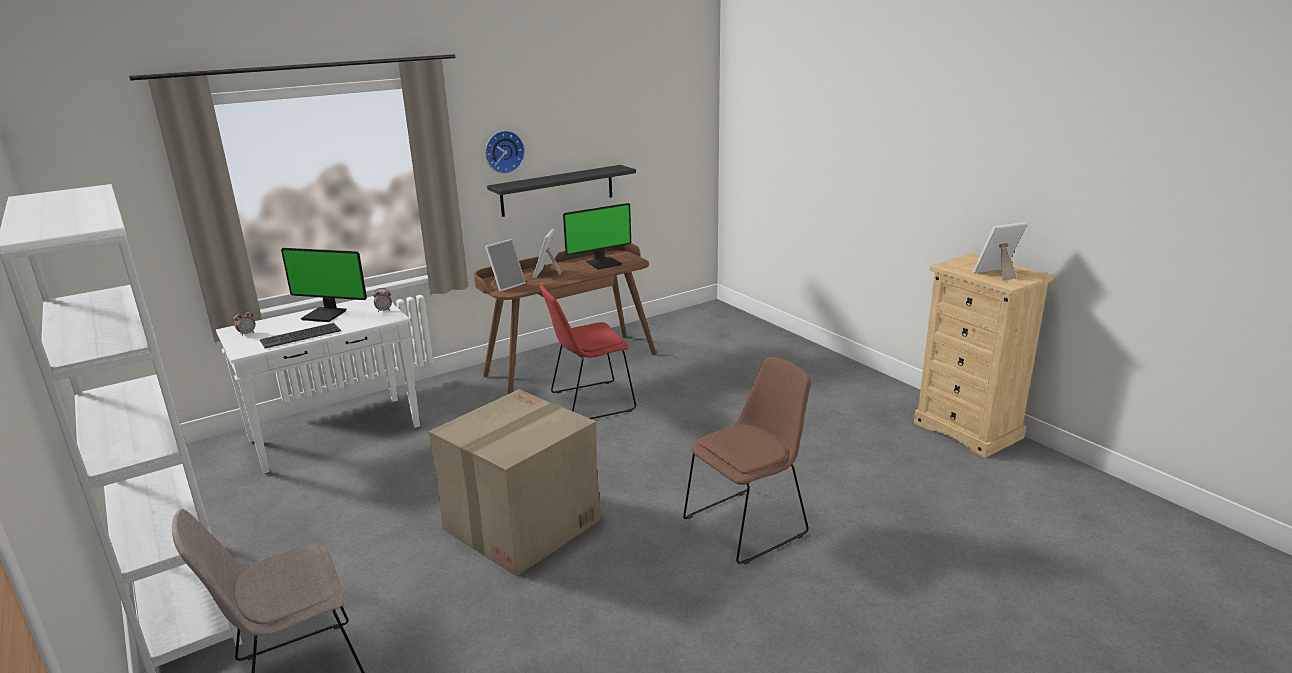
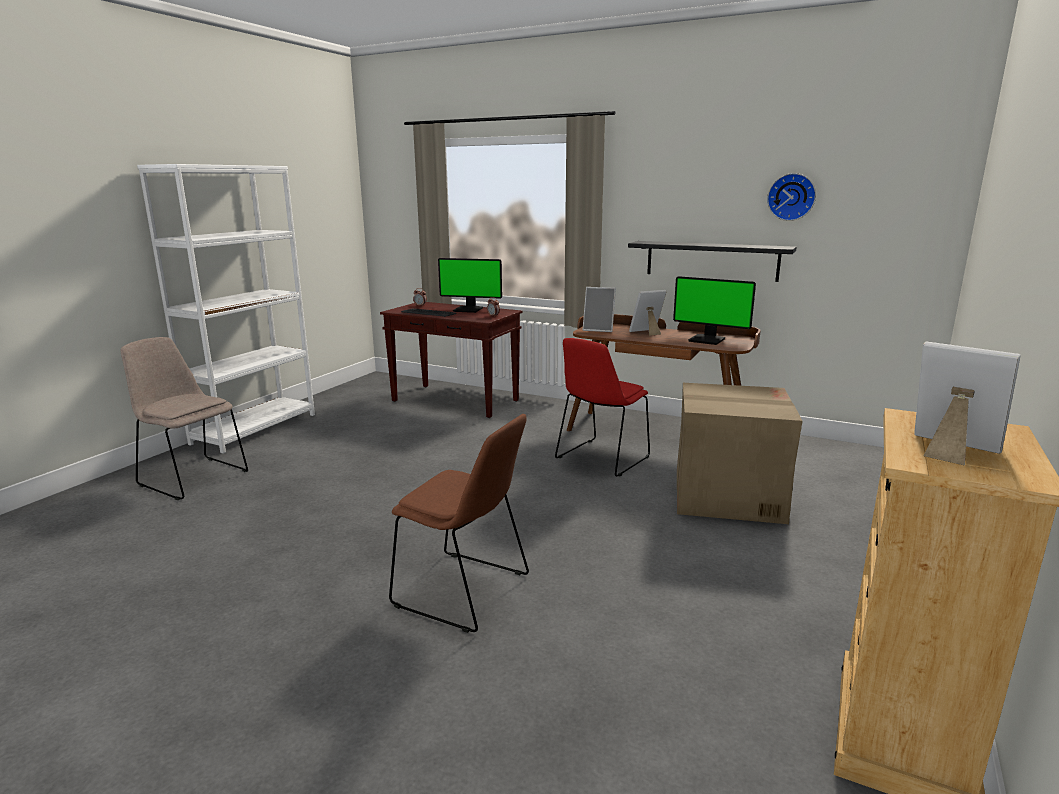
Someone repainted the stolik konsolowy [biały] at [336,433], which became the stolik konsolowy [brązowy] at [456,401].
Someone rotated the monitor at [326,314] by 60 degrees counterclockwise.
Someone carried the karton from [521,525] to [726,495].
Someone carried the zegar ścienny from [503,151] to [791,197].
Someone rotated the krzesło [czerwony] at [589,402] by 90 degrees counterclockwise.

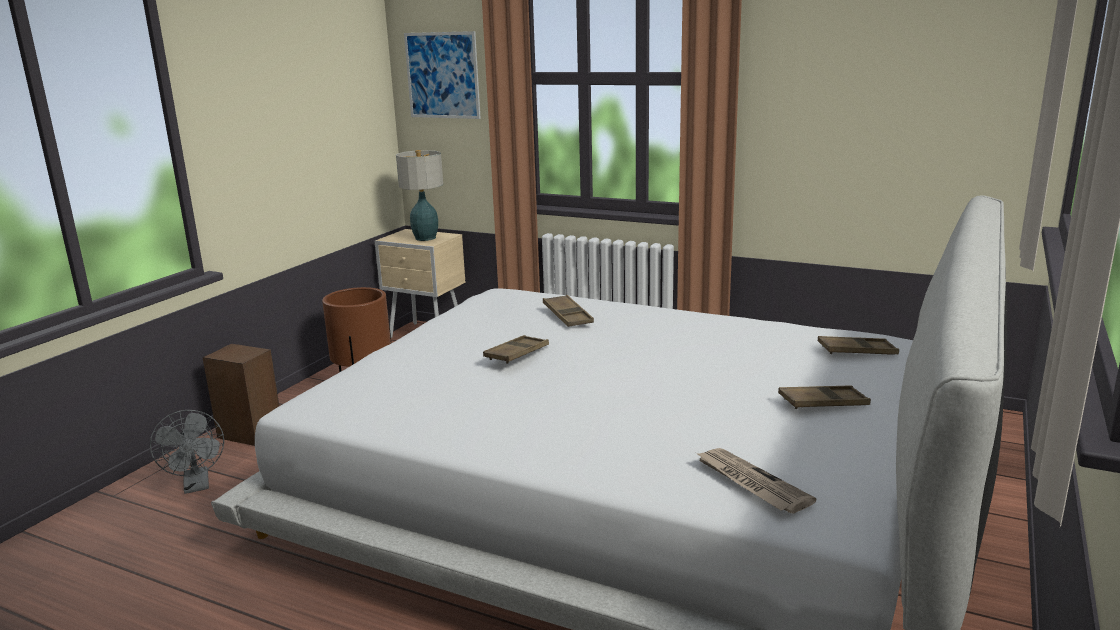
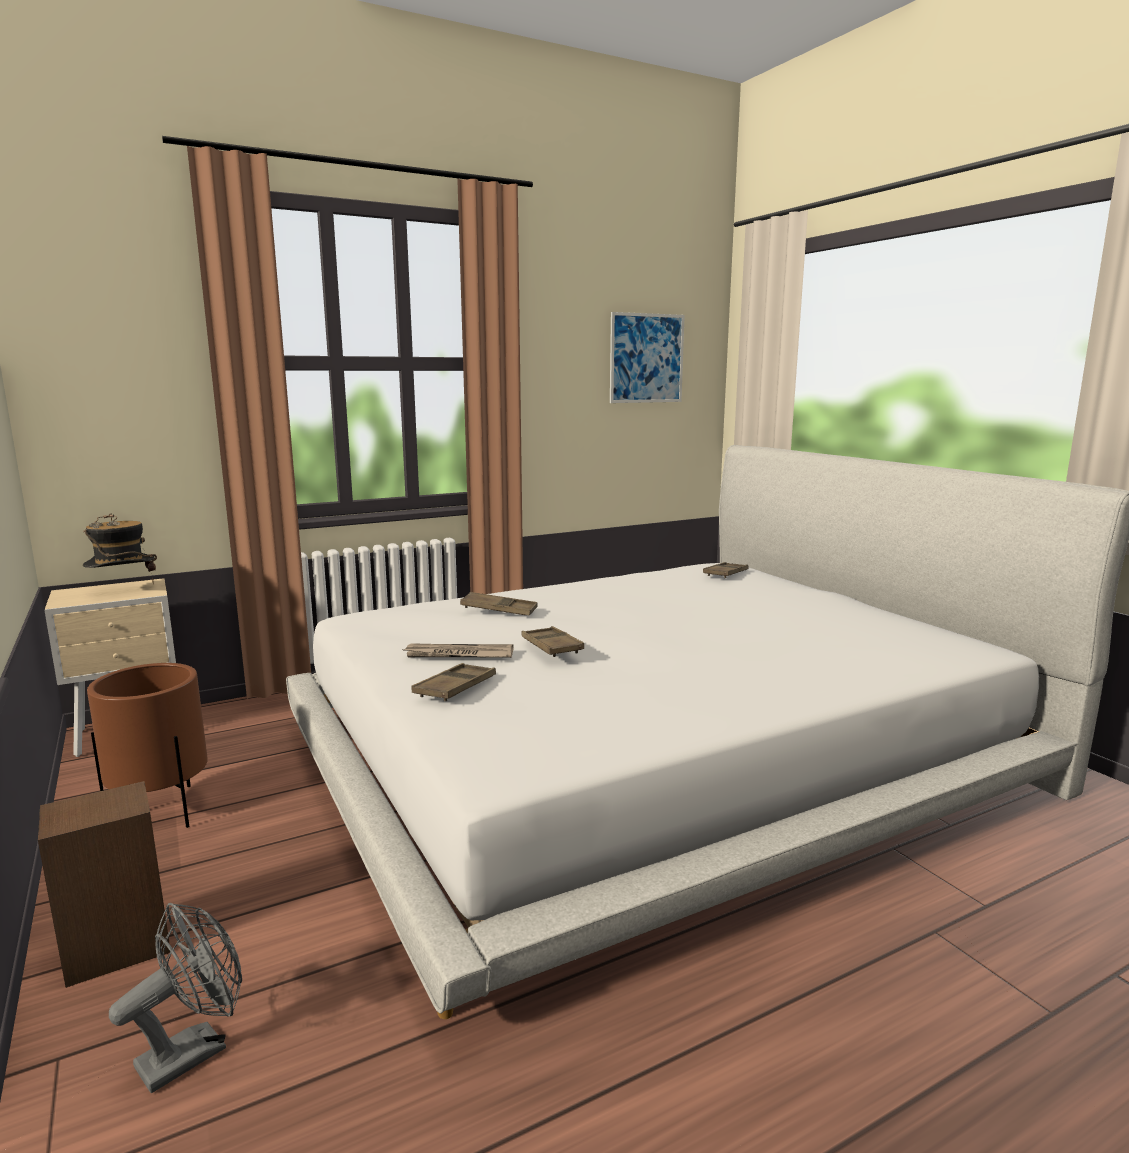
Someone rotated the wentylator [szary] at [197,486] by 60 degrees counterclockwise.
Someone swapped the lampa stołowa at [425,238] for the kapelusz at [124,591].
Someone carried the obraz from [442,75] to [646,358].
Someone carried the gazeta from [750,483] to [458,655].
Someone carried the taca [brązowy] from [823,403] to [455,688].

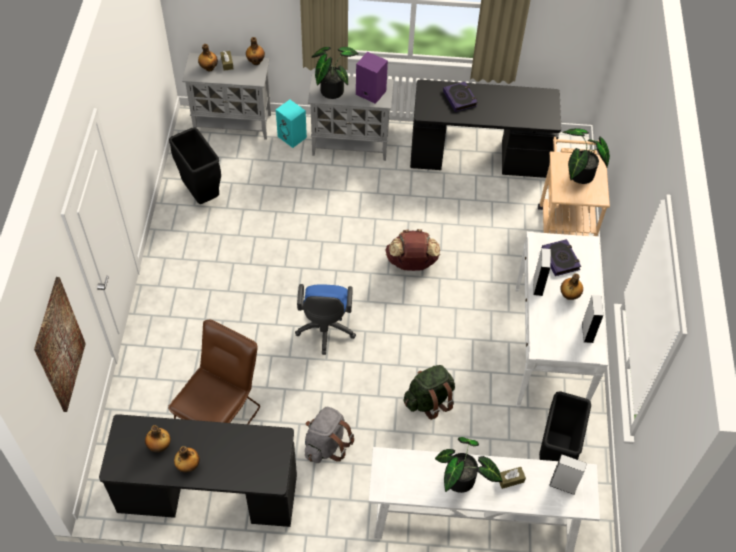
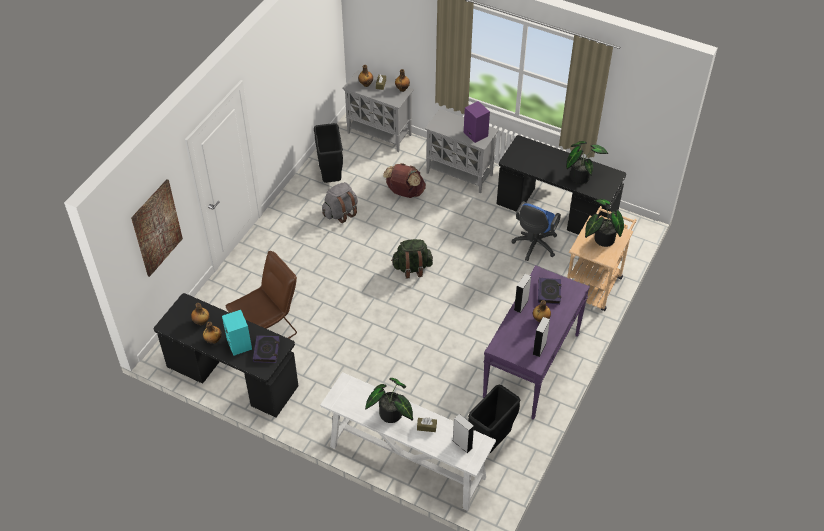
Someone carried the głośnik [turkusowy] from [293,137] to [240,344].
Someone carried the krzesło biurowe [niebieski] from [325,331] to [534,246].
Someone carried the plecak [szary] from [326,444] to [340,213].
Someone carried the roślina doniczkowa from [331,89] to [580,175].
Someone carried the plecak [brązowy] from [411,263] to [405,192].
Someone carried the plecak [zielony] from [429,400] to [412,268].
Someone carried the książka from [460,98] to [266,350].
Someone repainted the stolik konsolowy [biały] at [549,349], which became the stolik konsolowy [fioletowy] at [531,366].

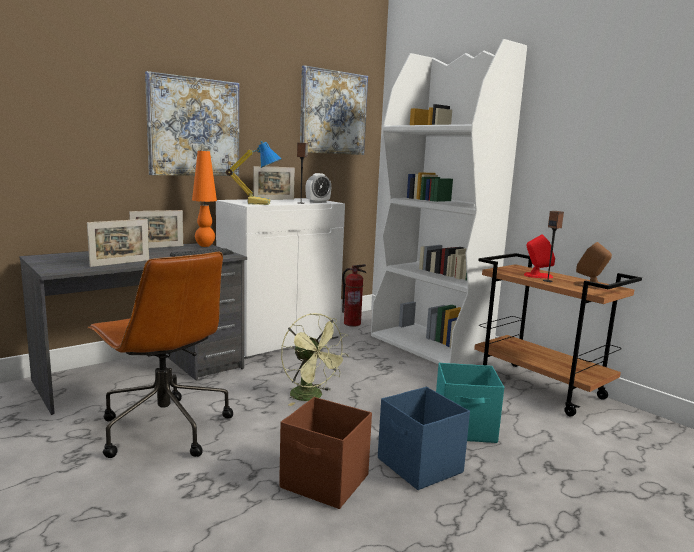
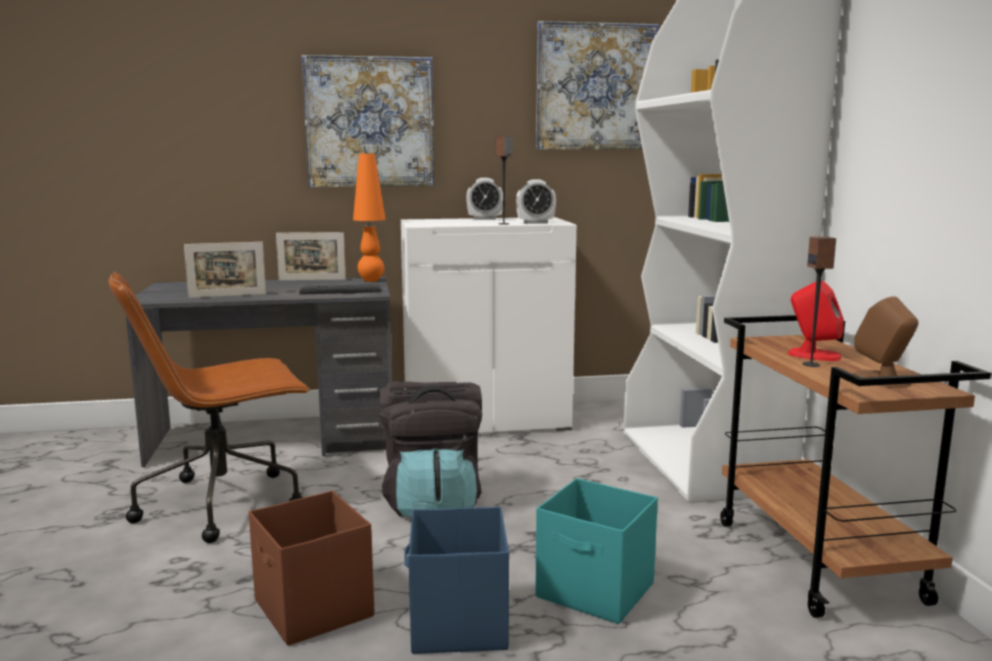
Someone rotated the krzesło biurowe [brązowy] at [163,428] by 75 degrees clockwise.
Someone took away the lampa stołowa at [258,203].
Someone swapped the ramka na zdjęcie at [274,199] for the budzik at [484,219].
Someone swapped the wentylator [zielony] at [312,397] for the plecak [czarny] at [433,502].
Someone took away the gaśnica at [352,323].

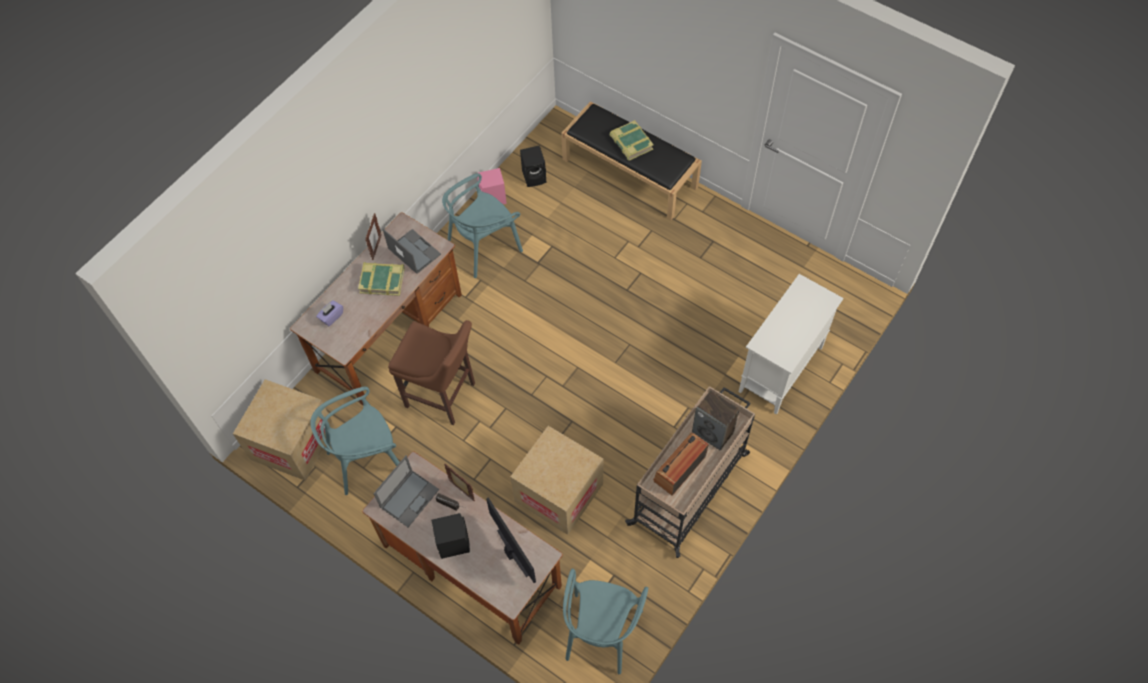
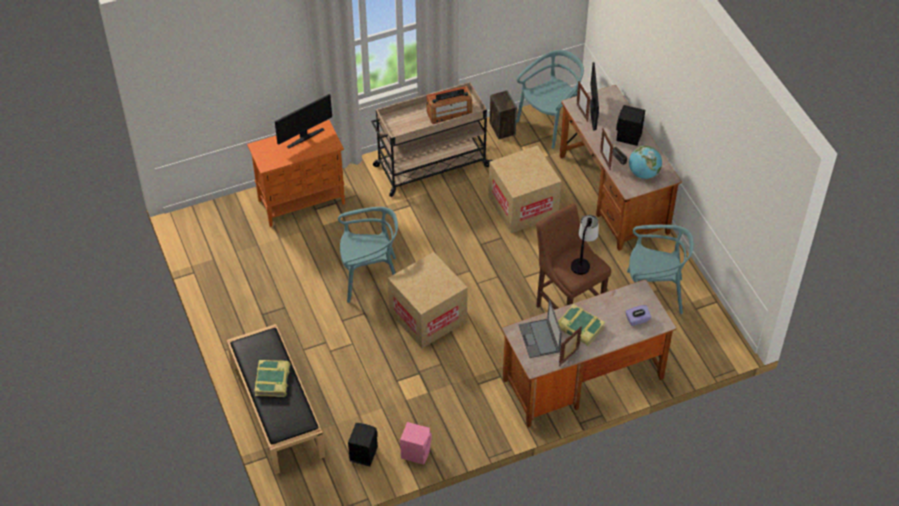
Someone carried the karton from [292,443] to [428,317].
Someone swapped the laptop at [409,497] for the globus at [643,173].
Someone carried the krzesło [turkusowy] from [484,247] to [370,278].
Someone carried the głośnik from [713,432] to [502,129].
Someone repainted the szafka [biały] at [780,370], which became the szafka [pomarańczowy] at [302,201].
Someone put down the monitor at [304,137].
Someone put down the lampa stołowa at [582,260].
Someone put down the ramka na zdjęcie at [582,113].

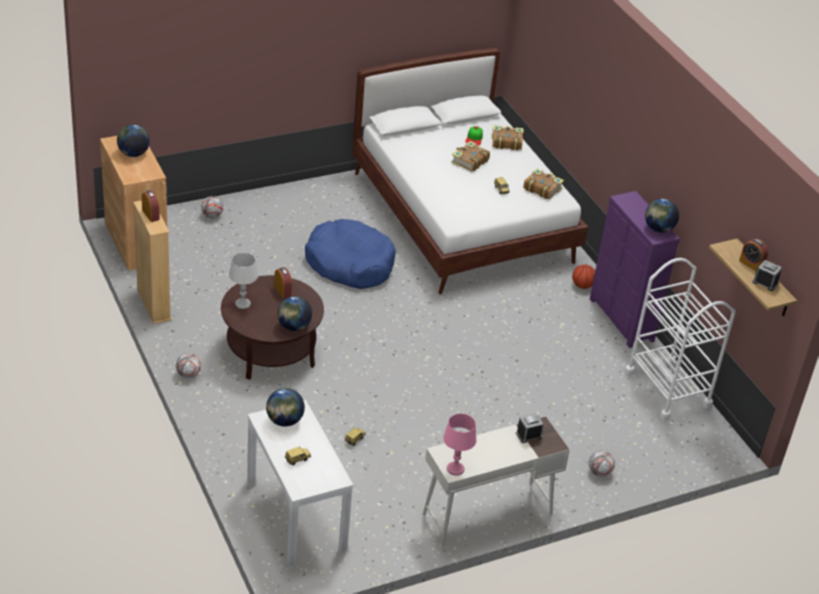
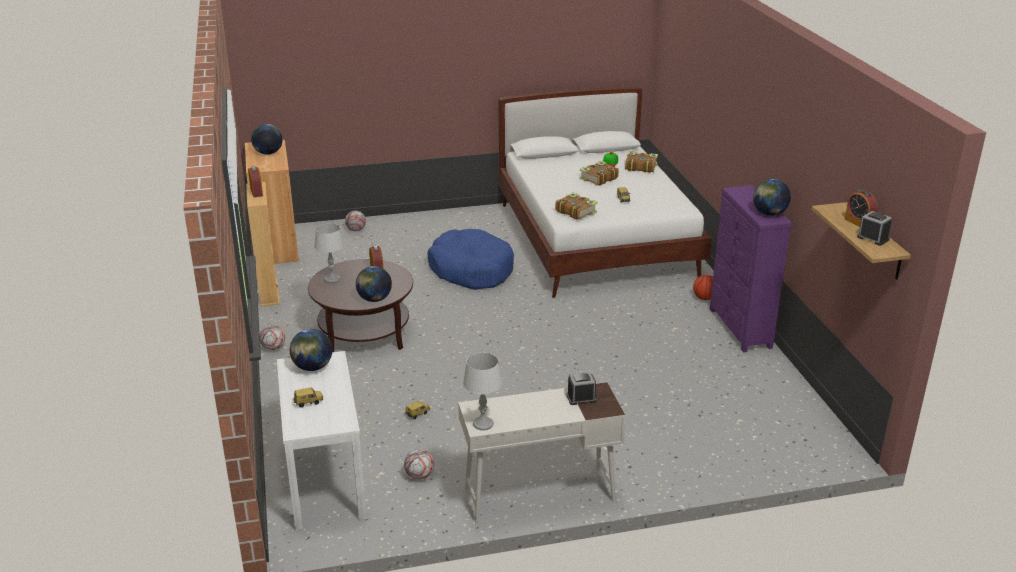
Someone repainted the lampa stołowa [różowy] at [455,469], which became the lampa stołowa [szary] at [482,424].
Someone carried the książka from [542,188] to [575,211].
Someone carried the piłka futbolowa from [599,472] to [420,476].
Someone took away the wózek [biały] at [667,389].

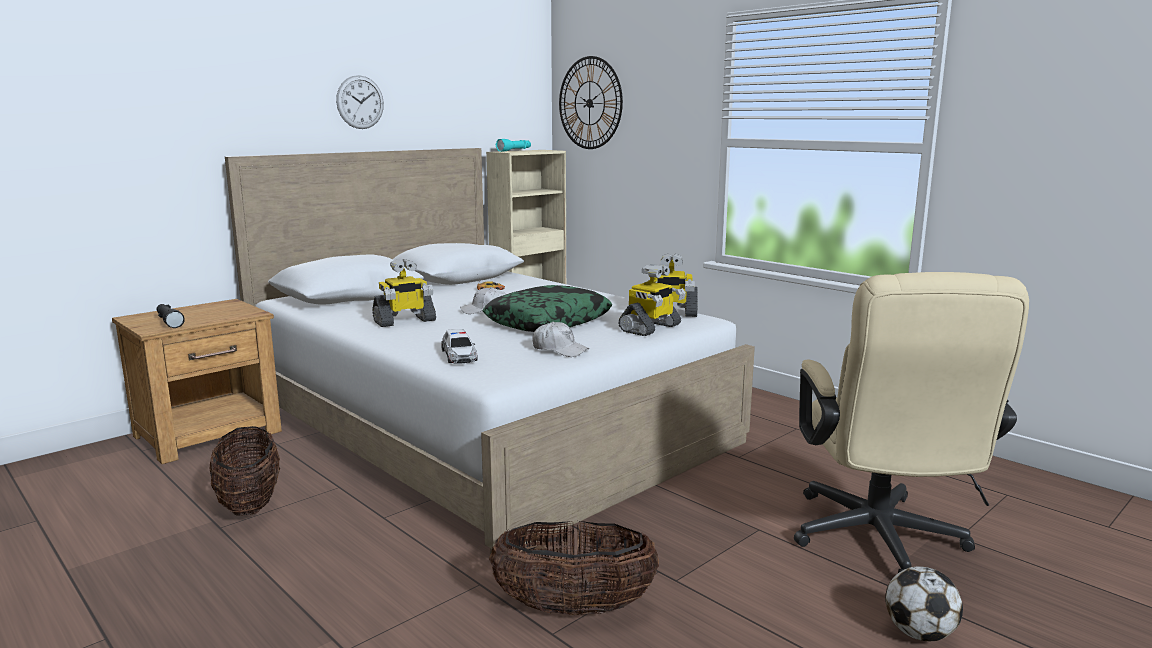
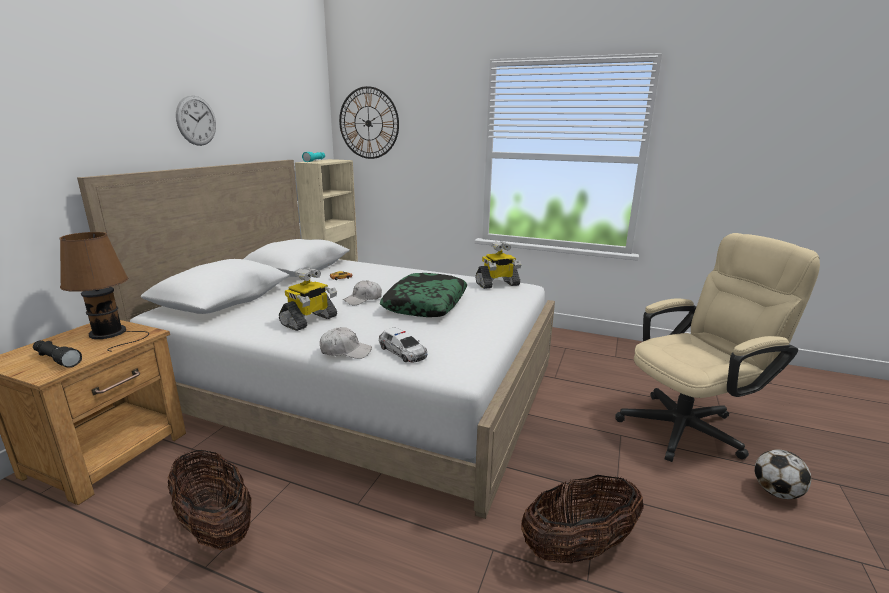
Someone carried the czapka z daszkiem [biały] from [559,350] to [345,351].
Someone took away the robot zabawkowy at [651,328].
Someone rotated the krzesło biurowe [beżowy] at [880,543] by 90 degrees counterclockwise.
Someone put down the lampa stołowa [brązowy] at [110,333].

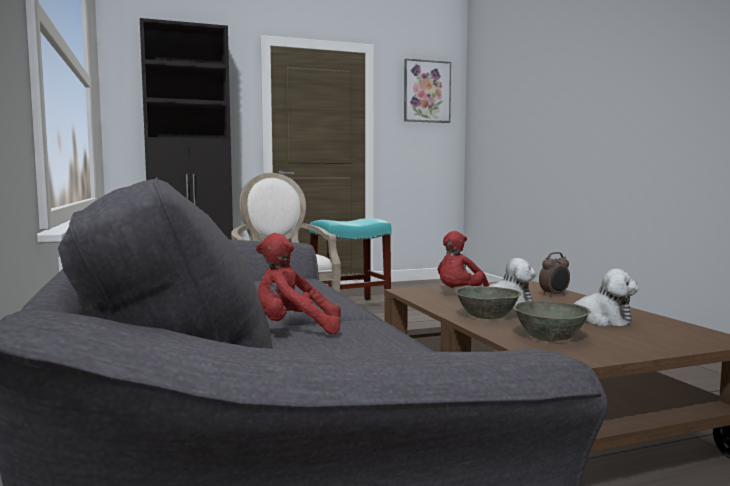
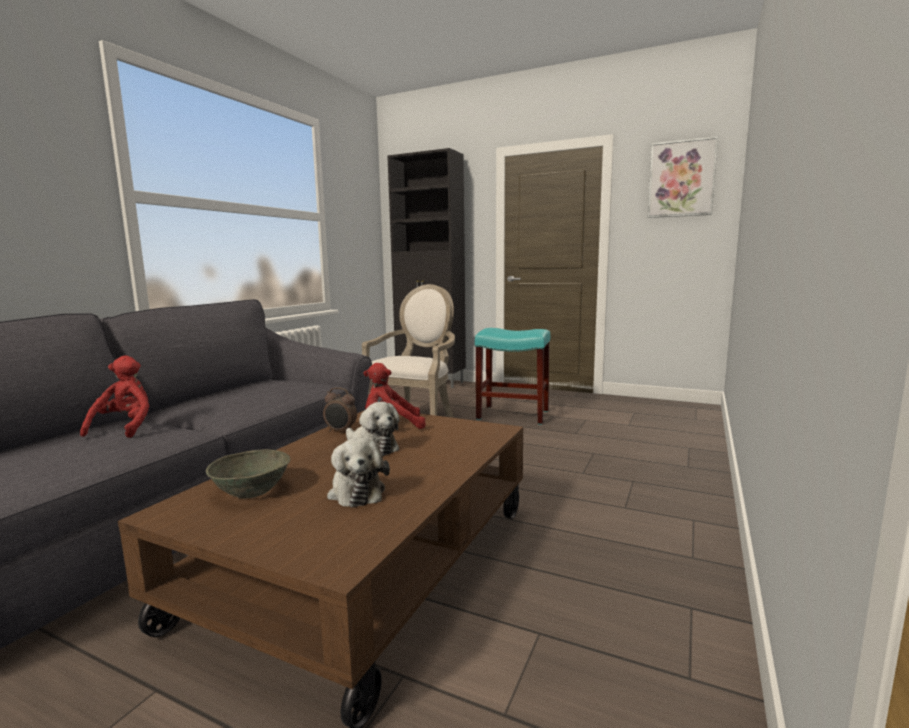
Someone rotated the pluszak [czerwony] at [293,329] by 45 degrees clockwise.
Someone took away the miska [szary] at [487,316].
Someone carried the budzik from [554,295] to [340,431].

